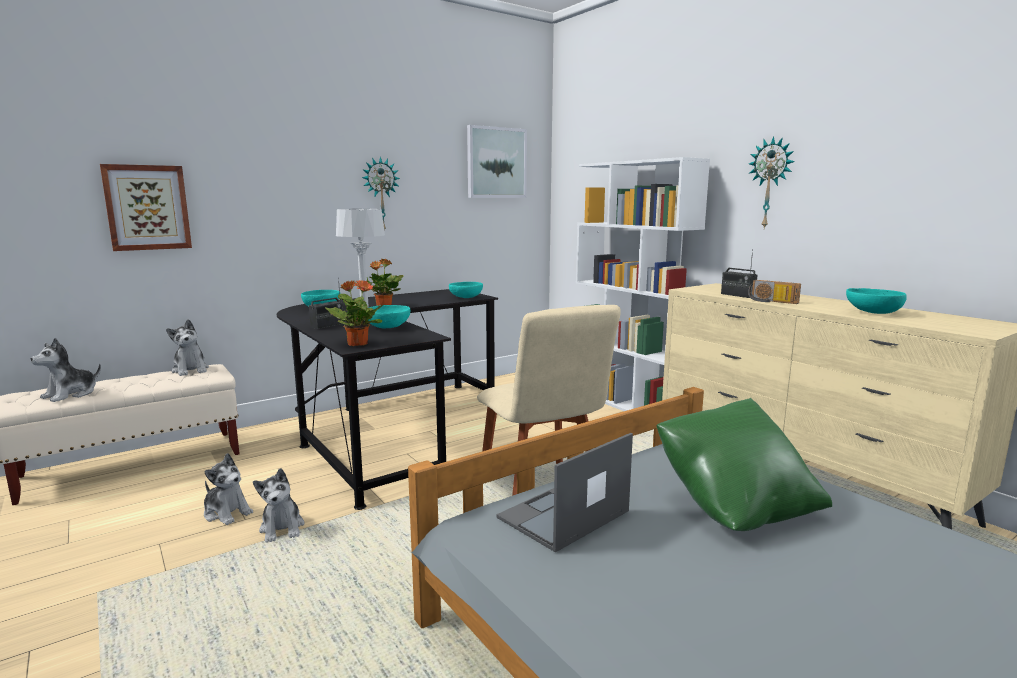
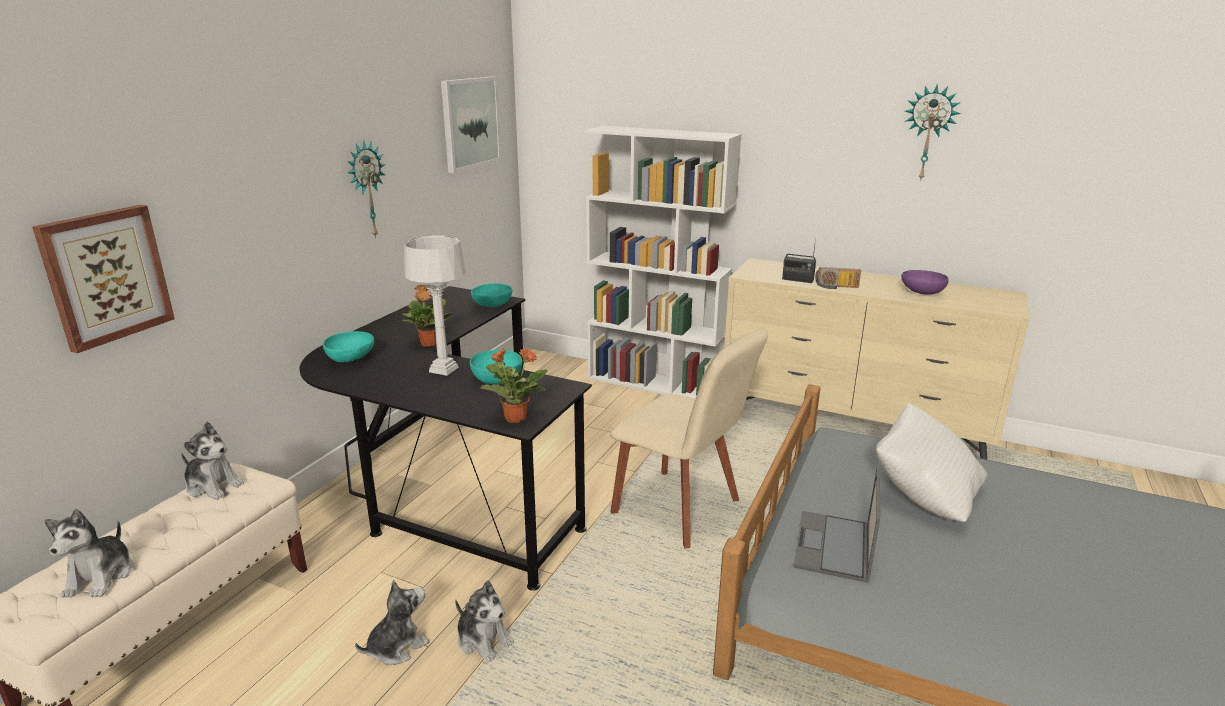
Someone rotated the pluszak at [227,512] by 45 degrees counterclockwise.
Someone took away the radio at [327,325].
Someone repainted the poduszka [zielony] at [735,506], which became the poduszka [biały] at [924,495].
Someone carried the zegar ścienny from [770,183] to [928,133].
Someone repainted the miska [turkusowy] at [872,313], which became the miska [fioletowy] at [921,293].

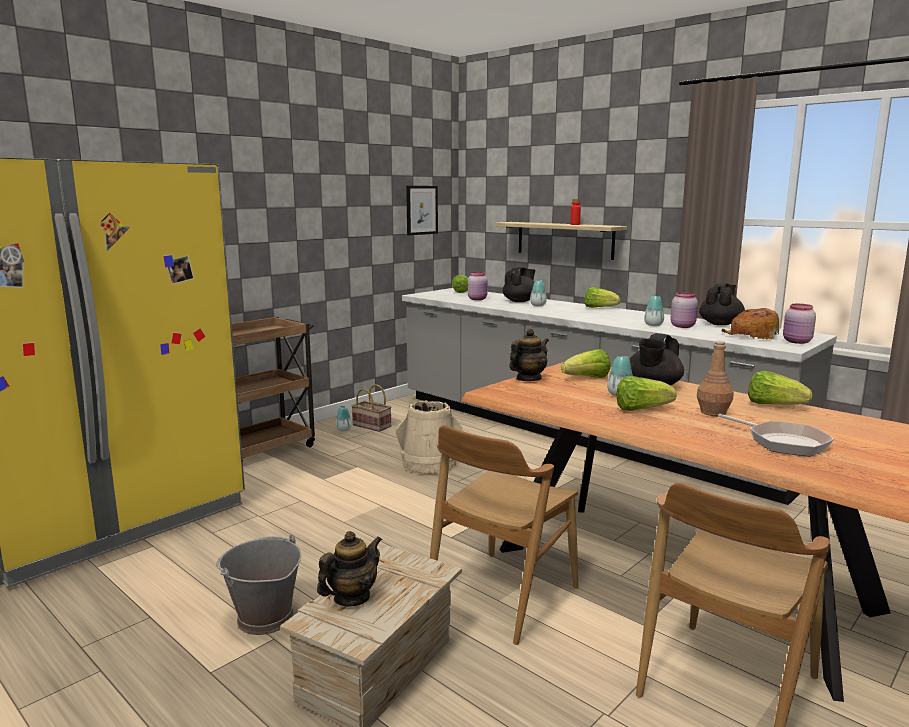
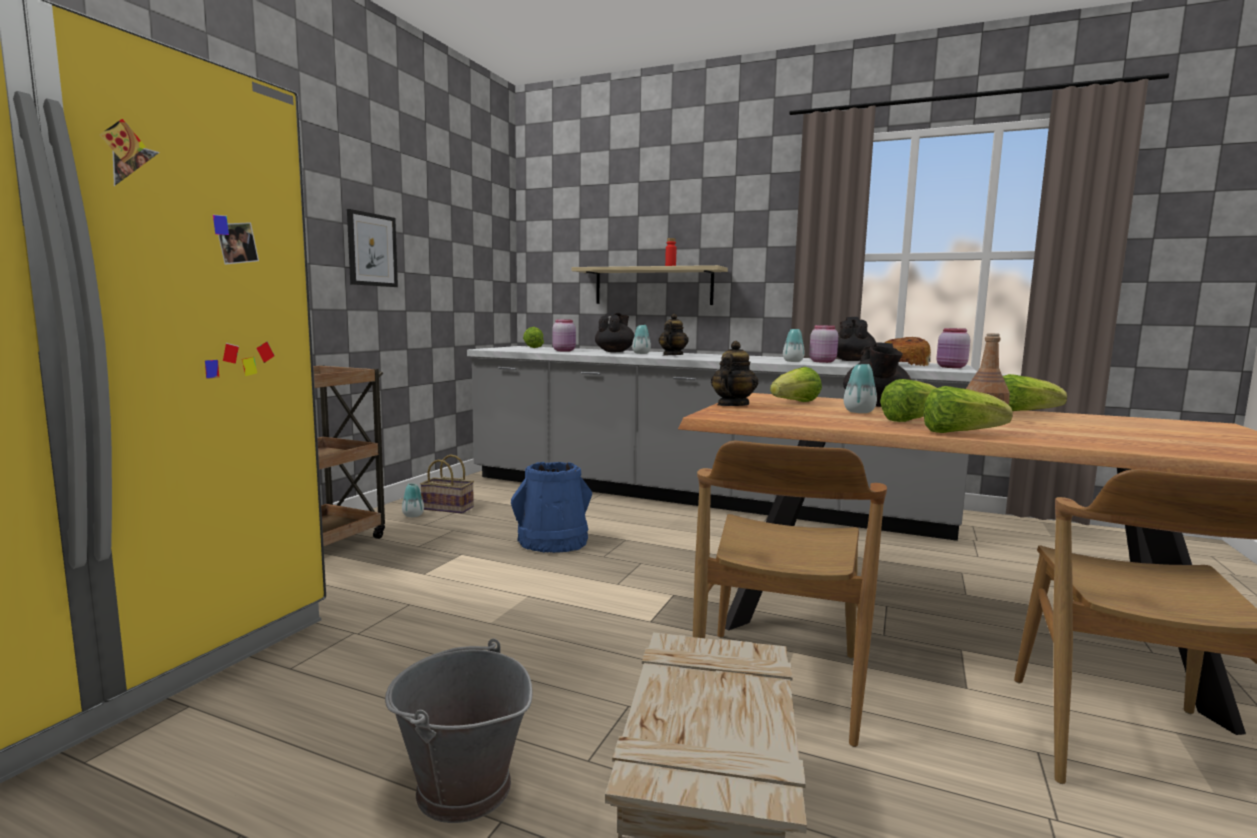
Someone carried the imbryk from [351,597] to [672,355].
Someone repainted the wiadro [beżowy] at [429,464], which became the wiadro [niebieski] at [553,542].
Someone carried the obraz from [421,210] to [372,250].
Someone carried the sałata from [599,308] to [959,433].
Someone took away the patelnia at [783,442].

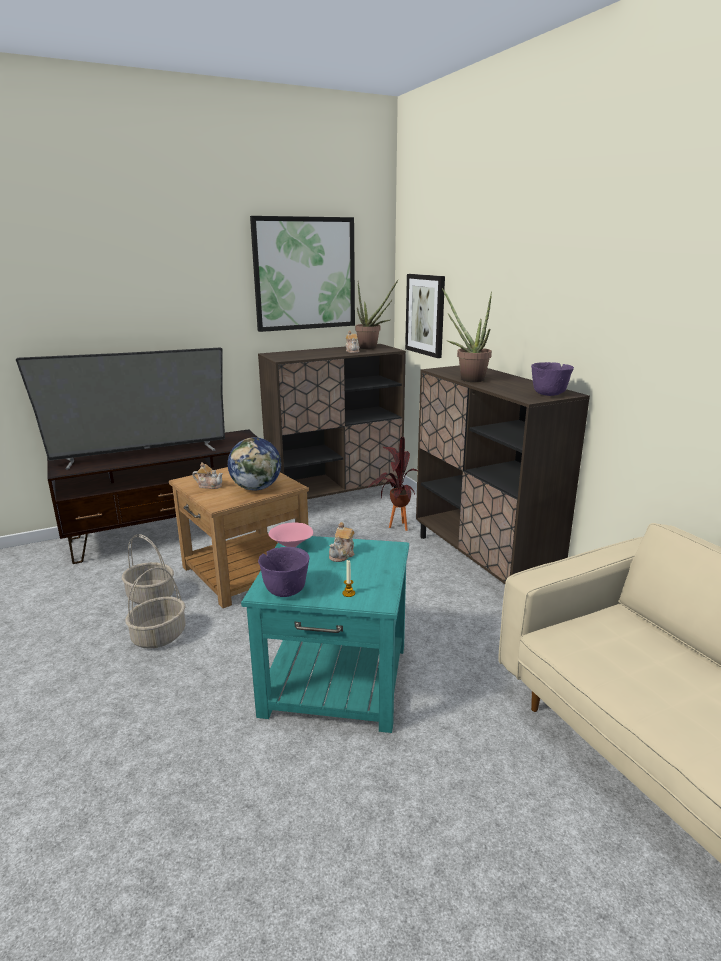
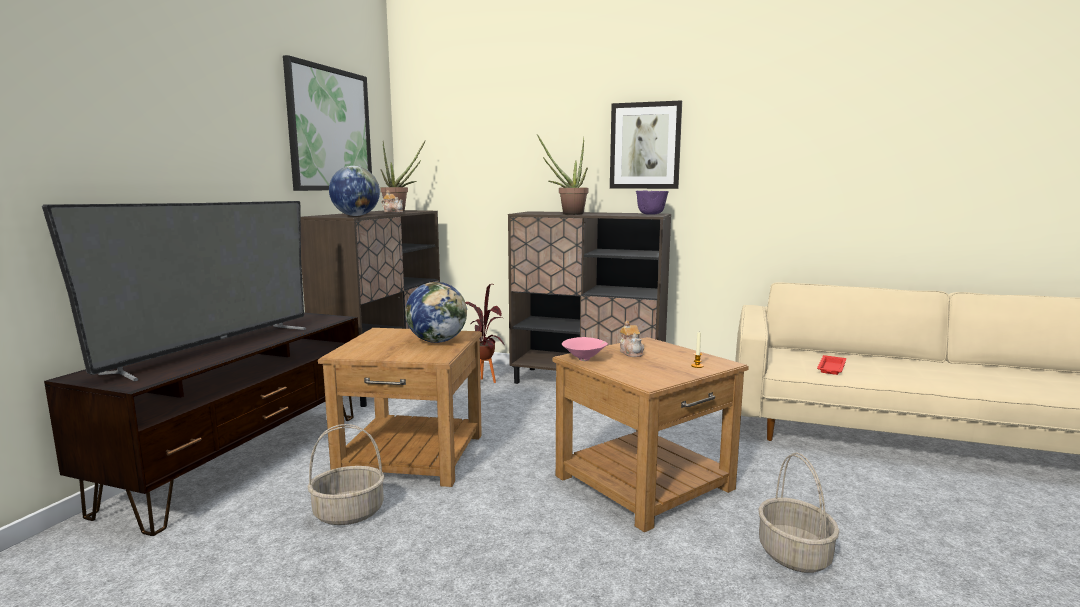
Someone carried the koszyk from [159,637] to [795,555].
Someone took away the imbryk at [209,485].
Someone repainted the stolik [turkusowy] at [336,680], which became the stolik [brązowy] at [644,482].
Someone took away the miska [fioletowy] at [285,590].
Someone carried the obraz from [425,315] to [645,146].
Someone put down the globus at [356,215].
Someone put down the taca [czerwony] at [831,368].

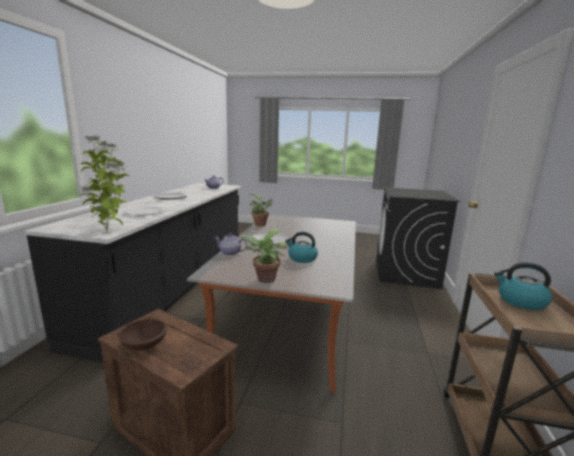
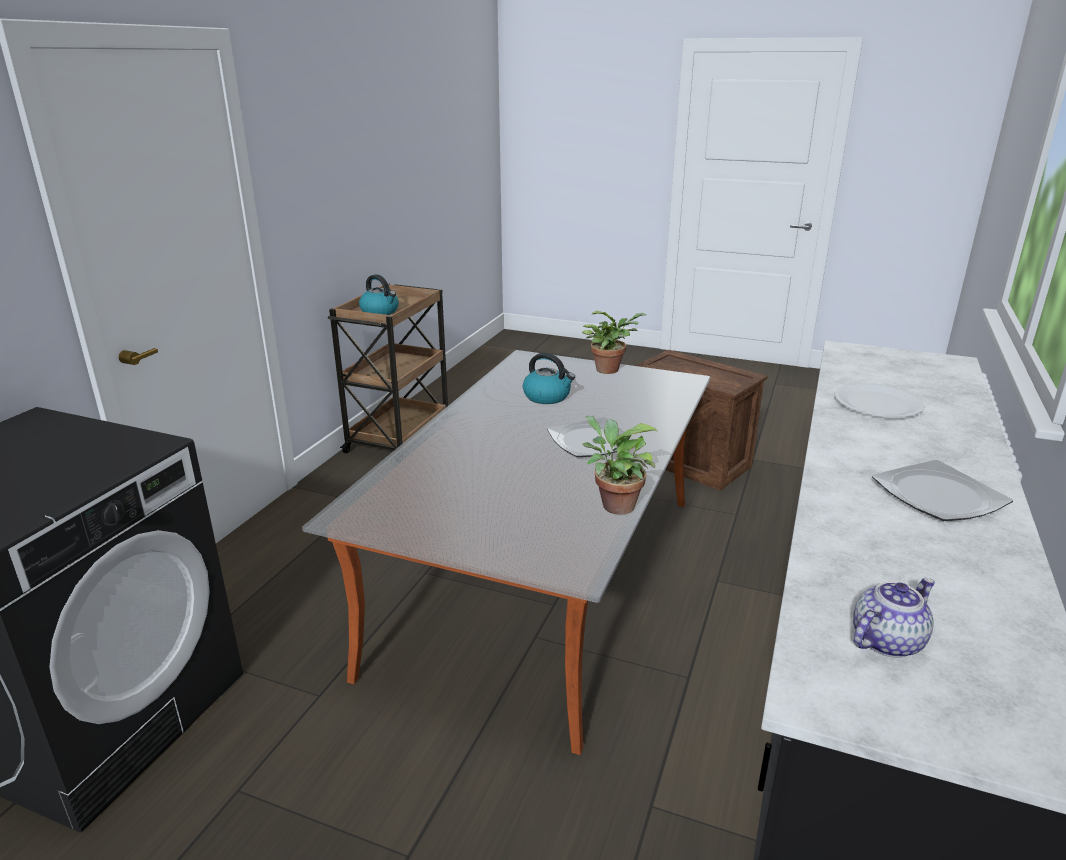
Someone took away the roślina doniczkowa at [108,231].
Someone took away the miska [brązowy] at [144,344].
Someone took away the imbryk at [230,253].

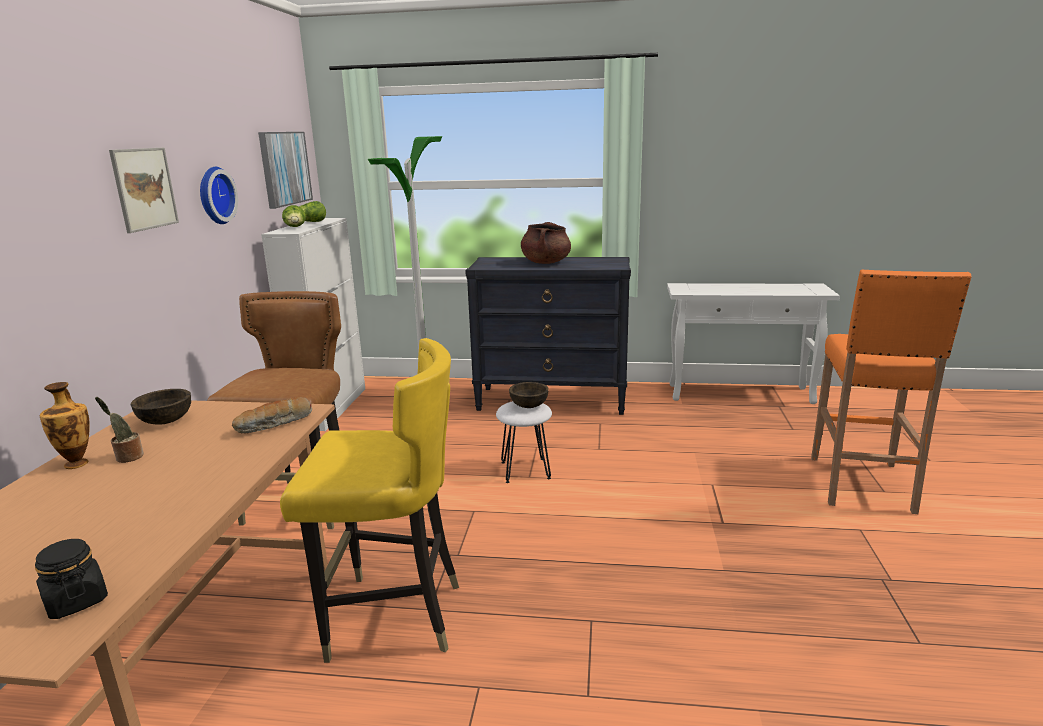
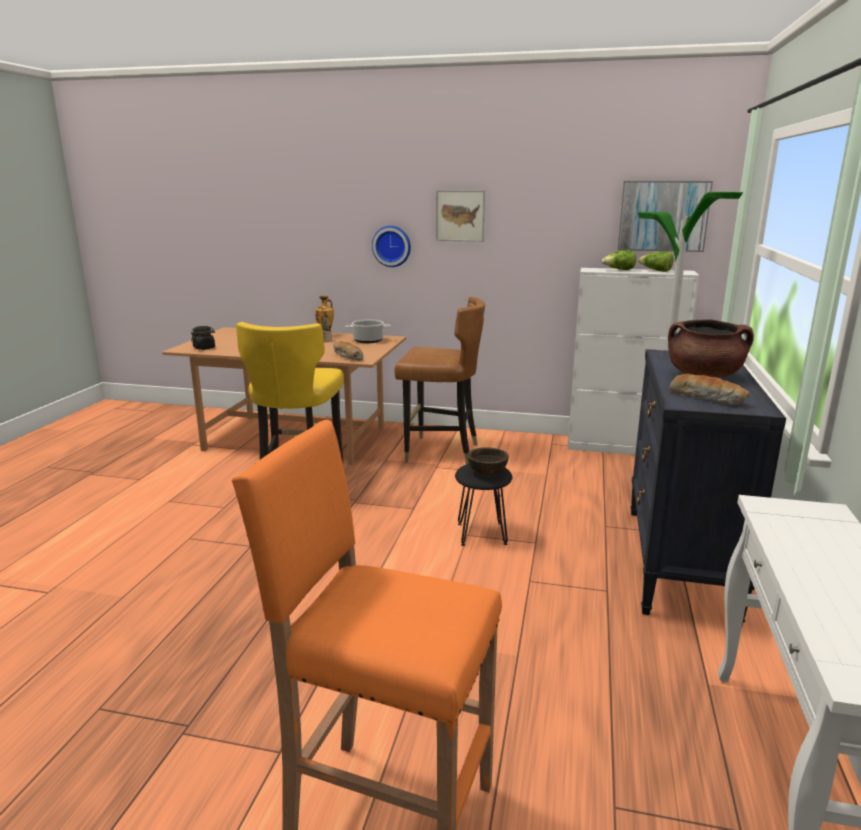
Someone swapped the miska [brązowy] at [165,421] for the garnek at [368,340].
Someone carried the zegar ścienny from [214,195] to [392,246].
Someone repainted the stołek [biały] at [525,470], which became the stołek [czarny] at [482,533].
Someone put down the chleb at [707,398].

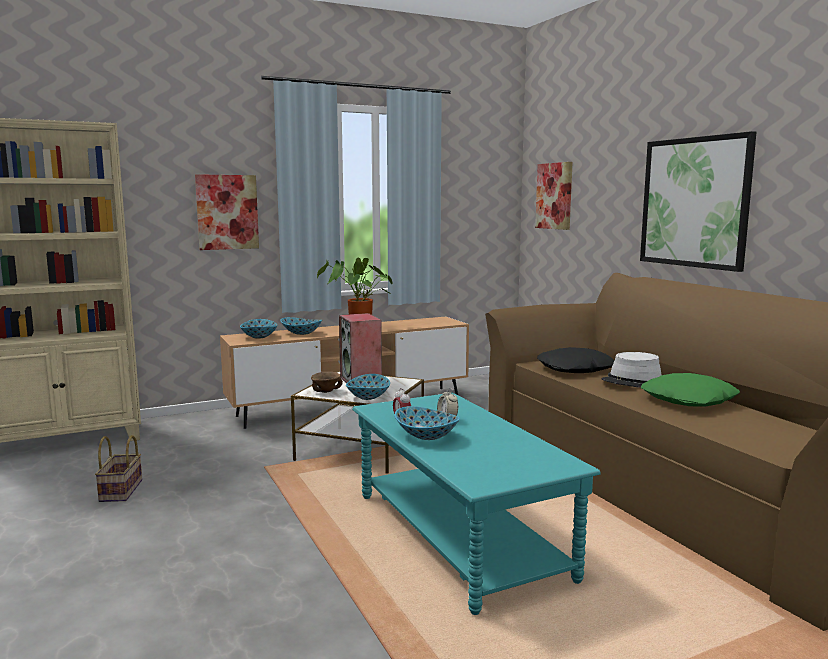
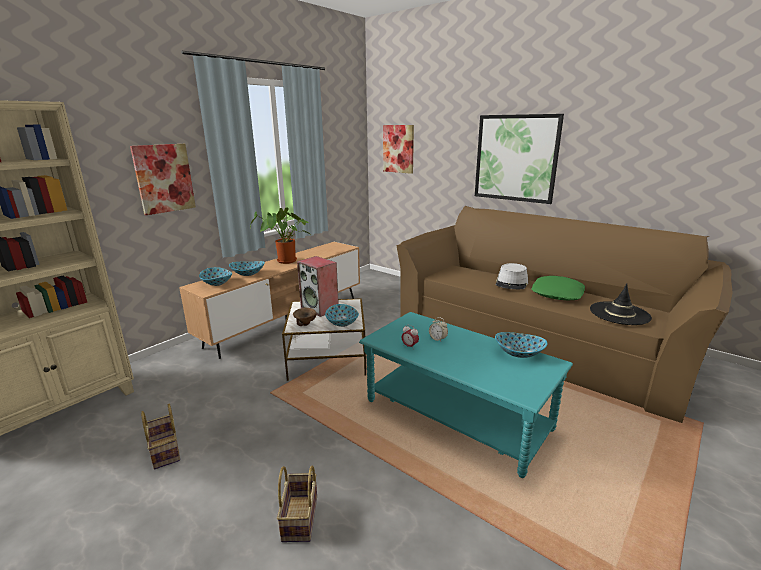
Someone carried the miska from [427,436] to [518,353].
Someone took away the poduszka [czarny] at [575,369].
Someone put down the koszyk at [301,519].
Someone put down the kapelusz [czarny] at [619,313].

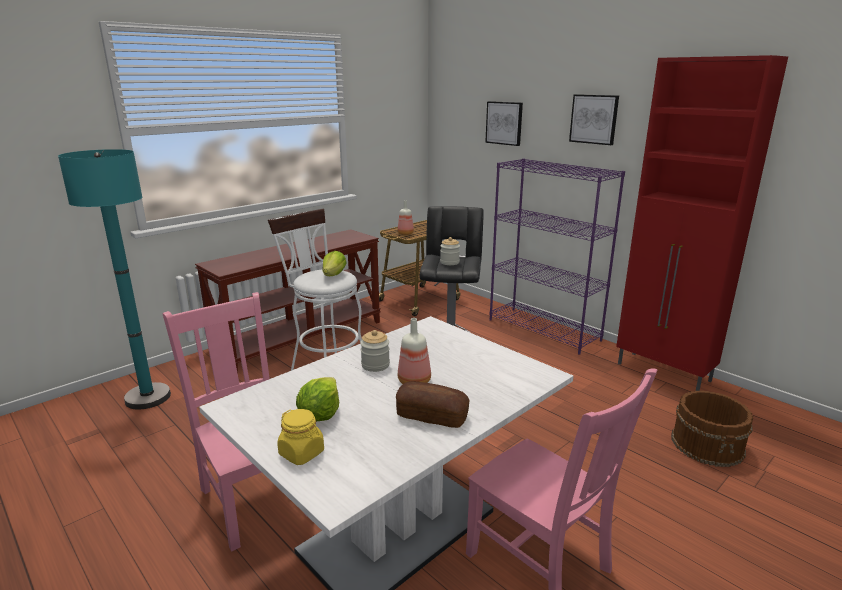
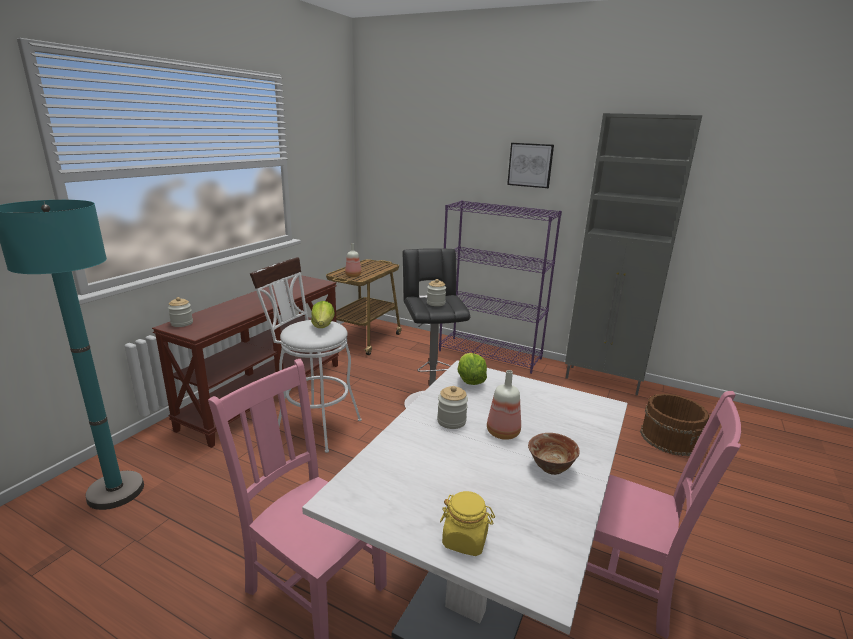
Someone carried the sałata from [320,414] to [470,381].
Someone swapped the chleb at [432,416] for the miska at [551,467].
Someone took away the obraz at [504,123].
Someone repainted the szafka [czerwony] at [664,373], which became the szafka [szary] at [604,380].
Someone put down the słoik at [182,323].

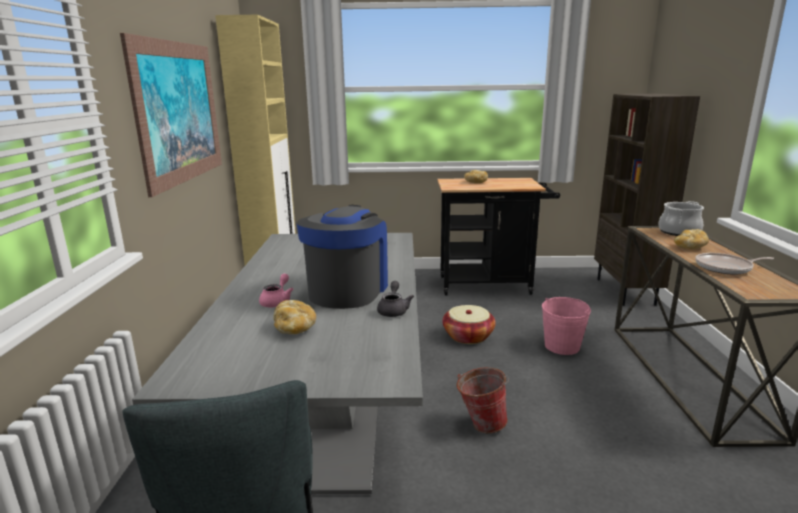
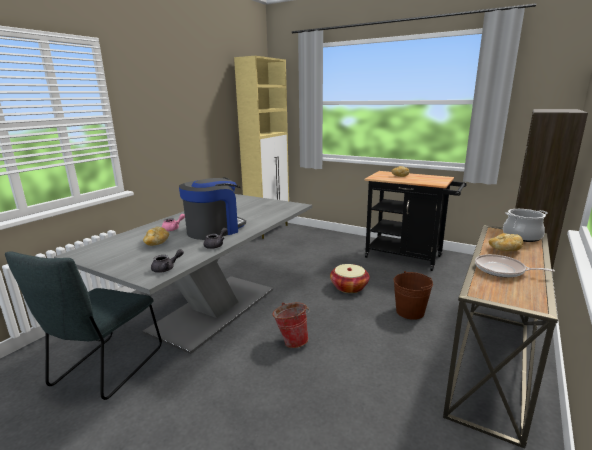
Someone took away the obraz at [179,112].
Someone repainted the wiadro [różowy] at [562,346], which became the wiadro [brązowy] at [410,312].
Someone put down the imbryk [szary] at [166,268].

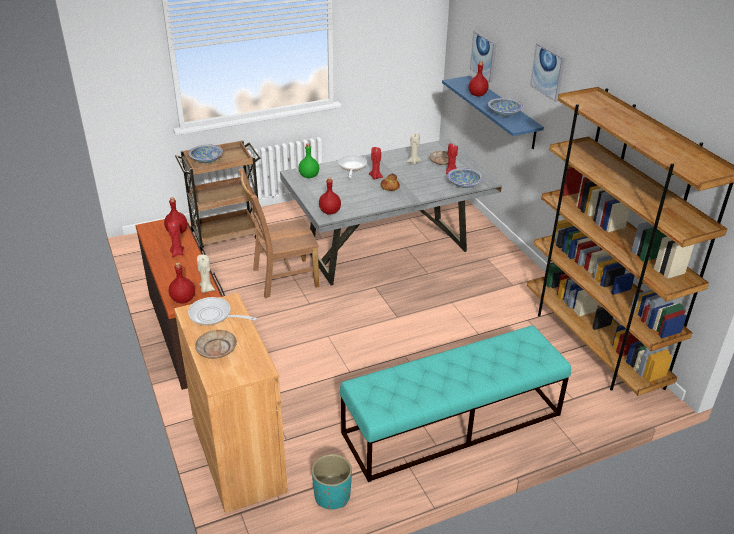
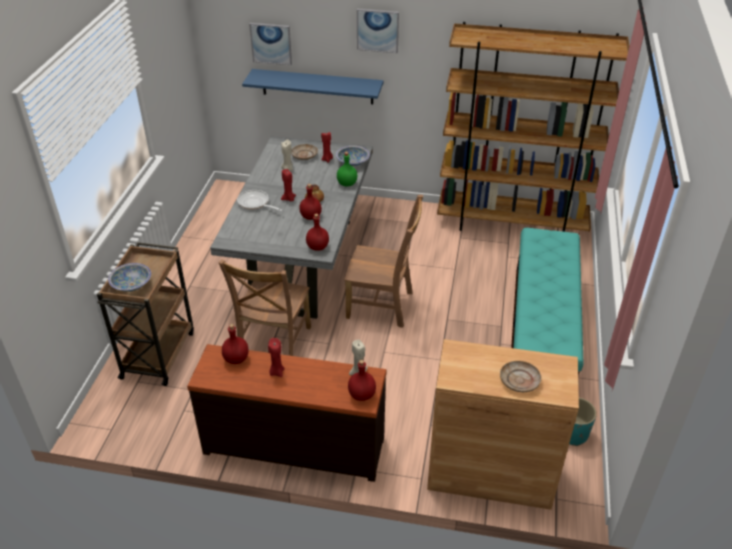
Someone took away the patelnia at [213,316].
Someone carried the butelka [zielony] from [309,176] to [346,183].
Someone carried the butelka [czerwony] from [477,95] to [311,216].
Someone took away the miska at [504,113].
Someone put down the krzesło [brązowy] at [383,306].

